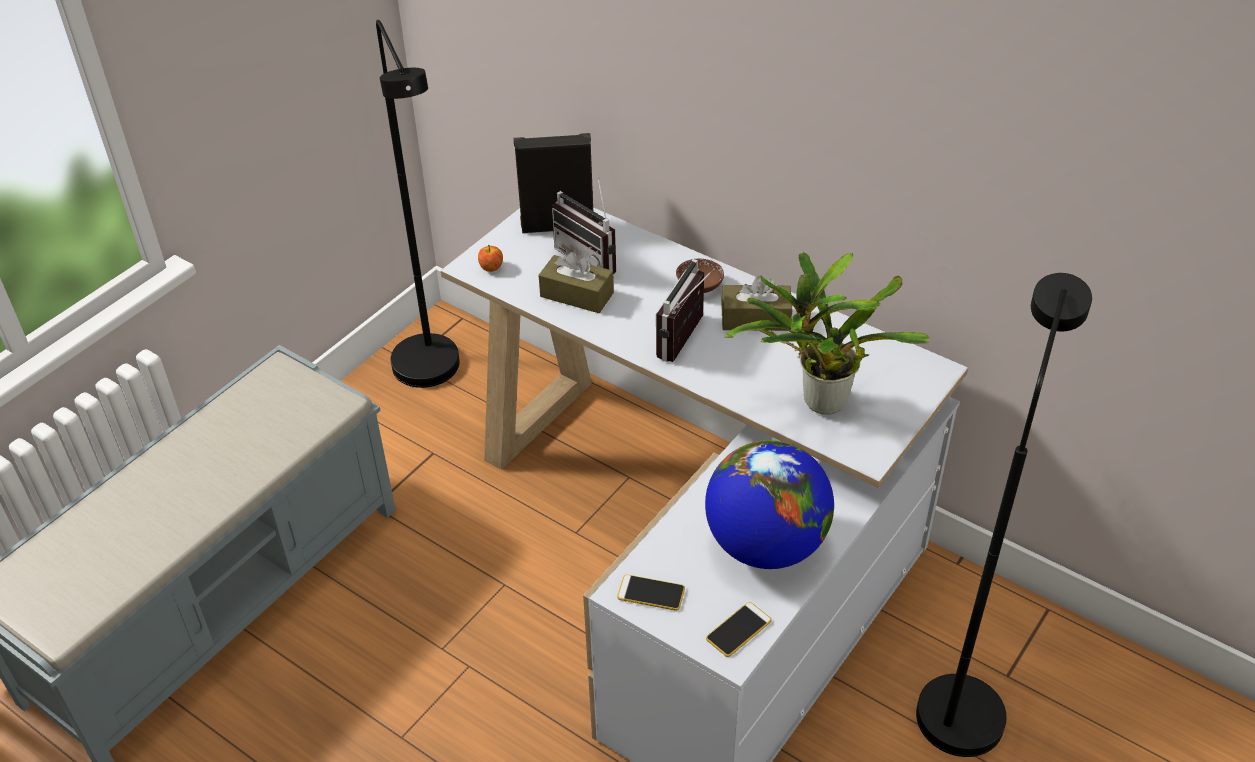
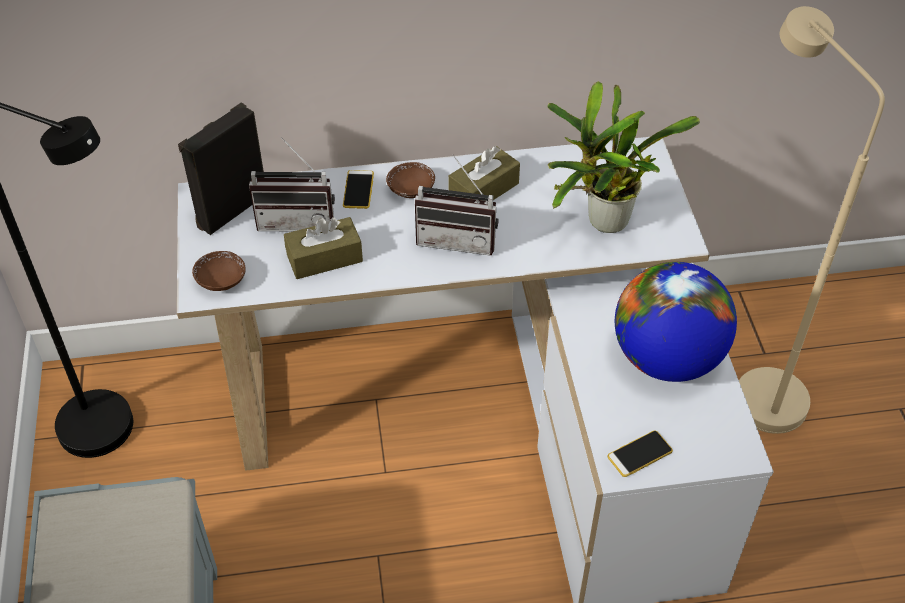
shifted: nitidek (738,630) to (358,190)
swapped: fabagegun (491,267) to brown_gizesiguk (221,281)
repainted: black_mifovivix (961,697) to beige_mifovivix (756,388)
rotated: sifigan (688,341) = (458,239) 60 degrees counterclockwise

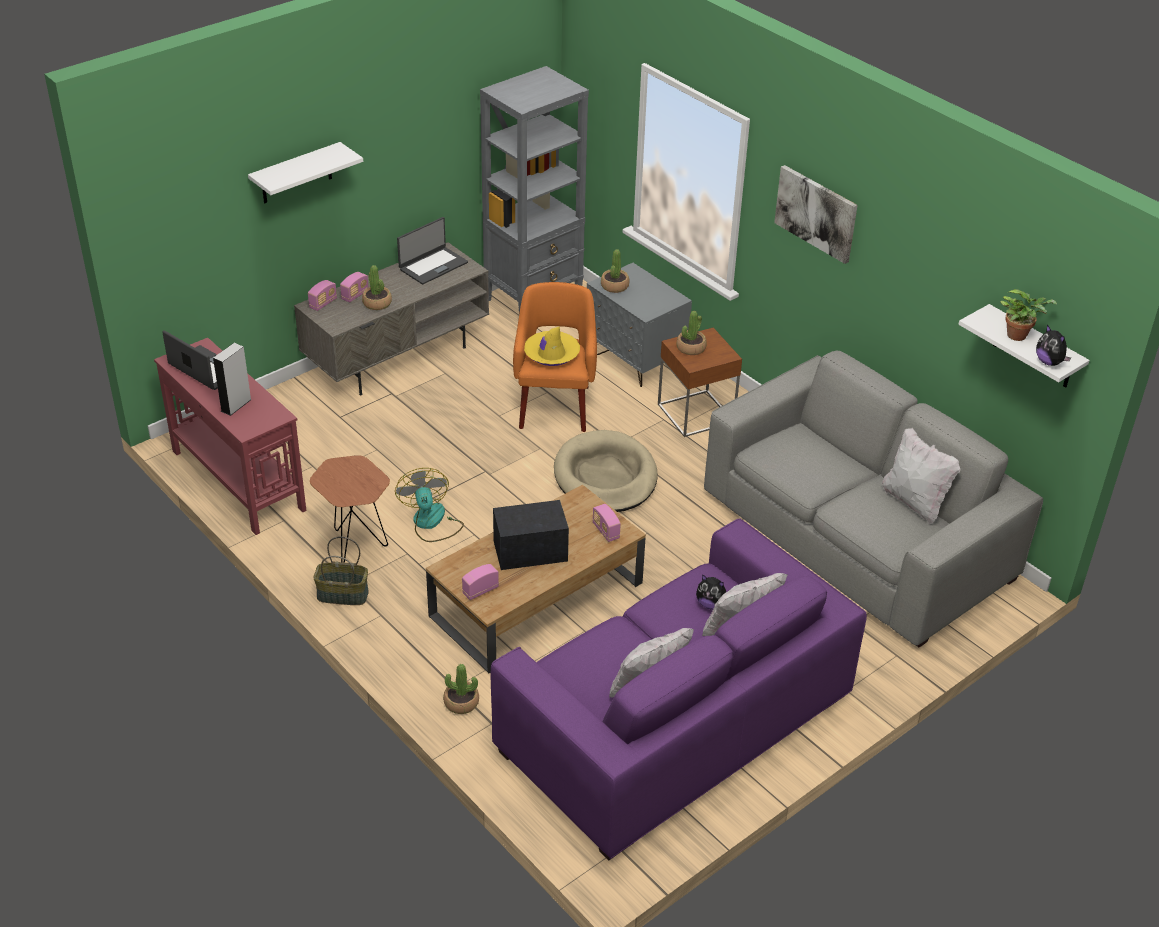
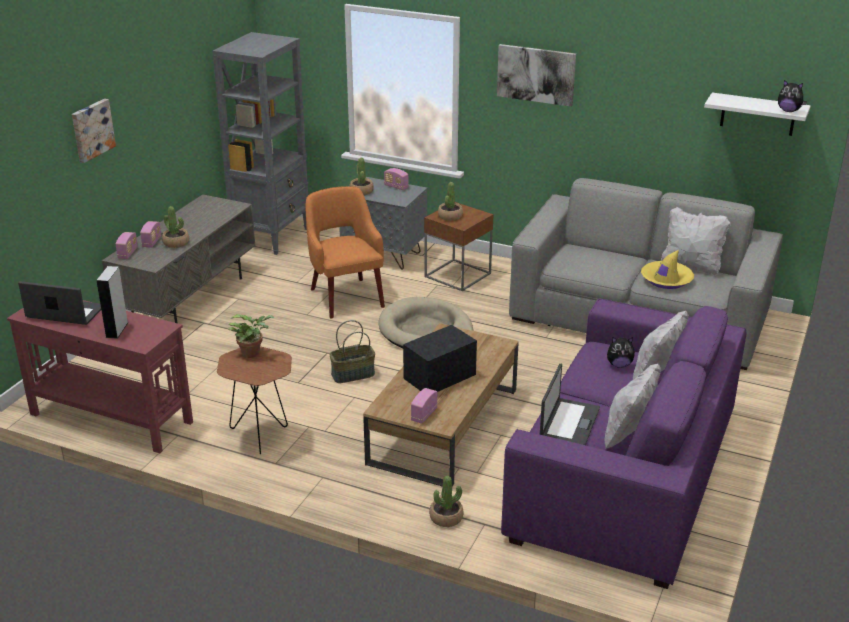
gone: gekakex (431,523)
shifted: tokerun (342,595) to (352,375); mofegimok (432,266) to (568,423); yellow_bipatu (551,354) to (666,280); sifigan (605,531) to (396,187); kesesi (1019,335) to (253,353)
swapped: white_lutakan (296,174) to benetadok (91,130)

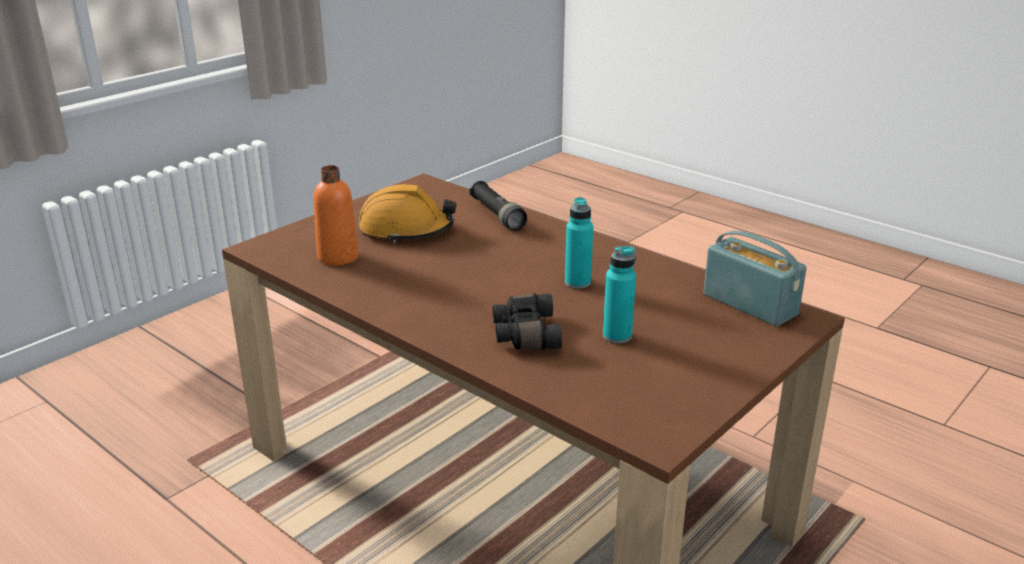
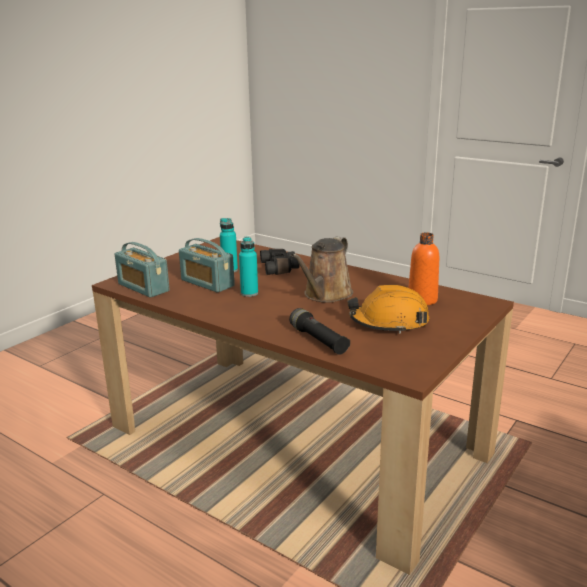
new: sifigan (207,283); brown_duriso (325,295)

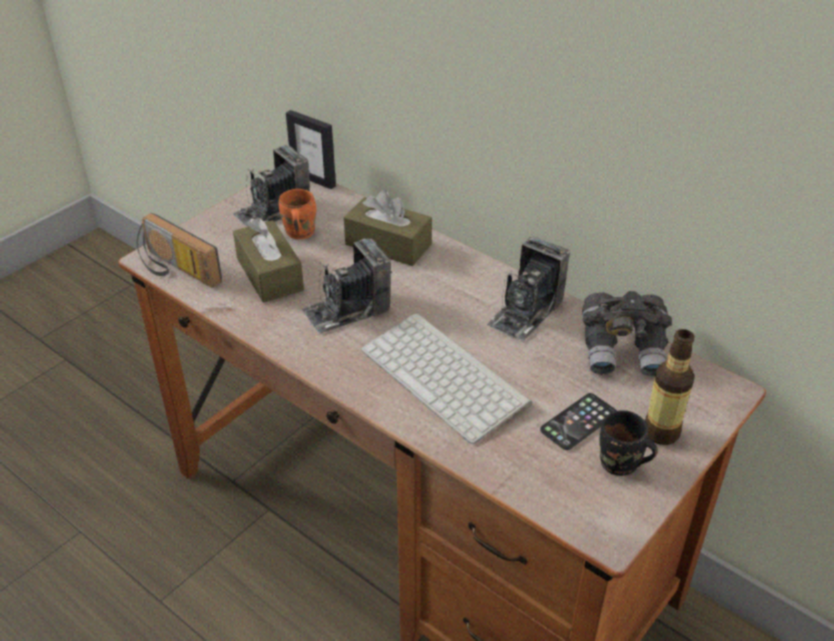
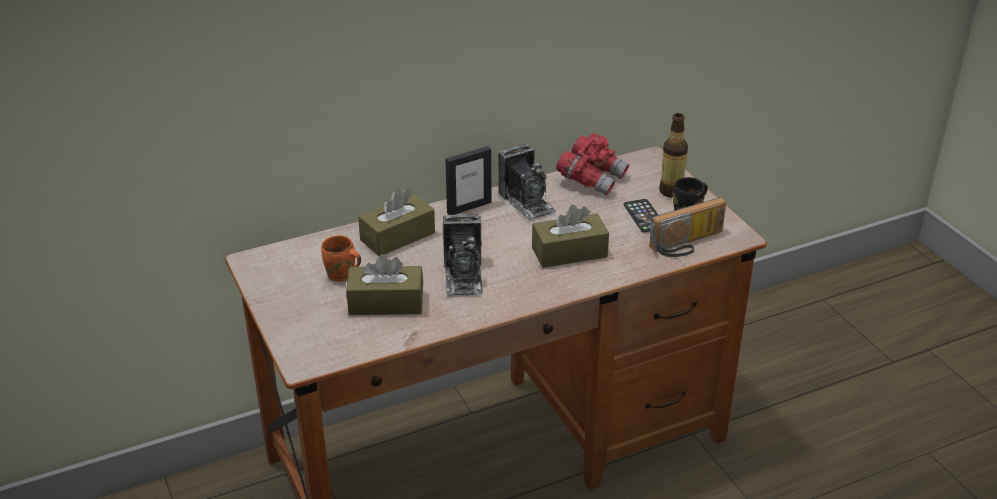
gone: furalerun (273,211)
shifted: sifigan (175,270) to (688,244); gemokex (313,179) to (469,207)
swapped: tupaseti (447,377) to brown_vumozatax (569,252)
repainted: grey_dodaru (623,350) to red_dodaru (592,179)

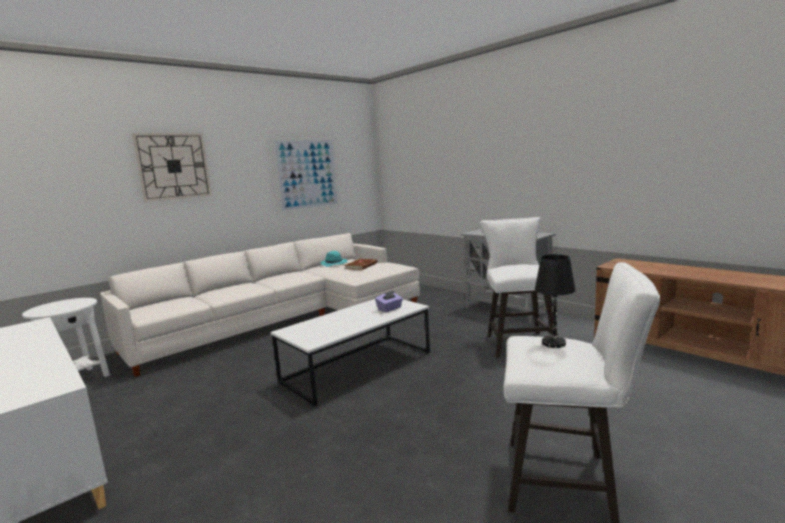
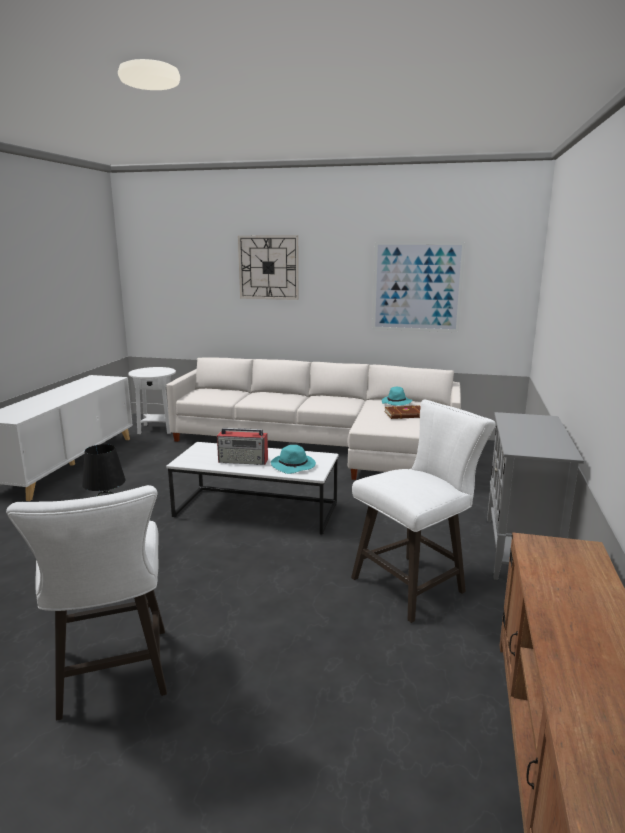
new: sifigan (243,461)
swapped: purple_vumozatax (389,309) to turquoise_bipatu (294,466)

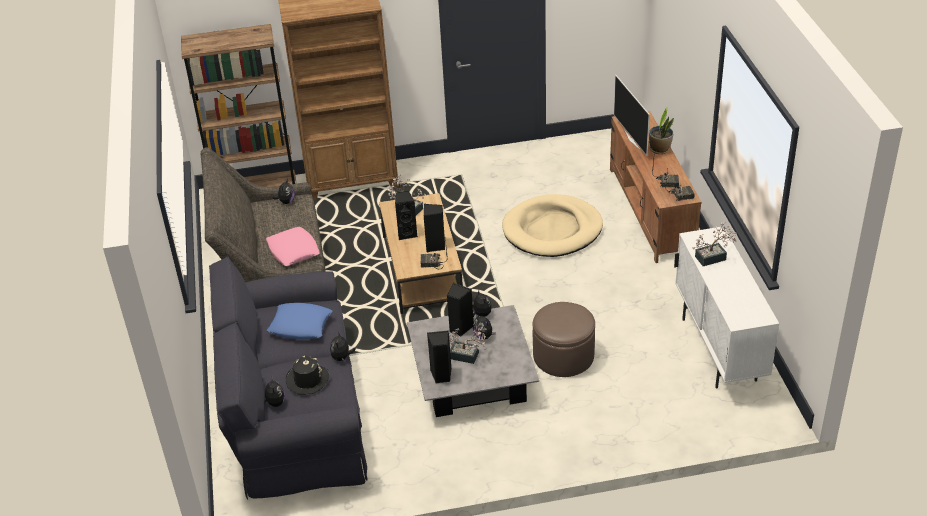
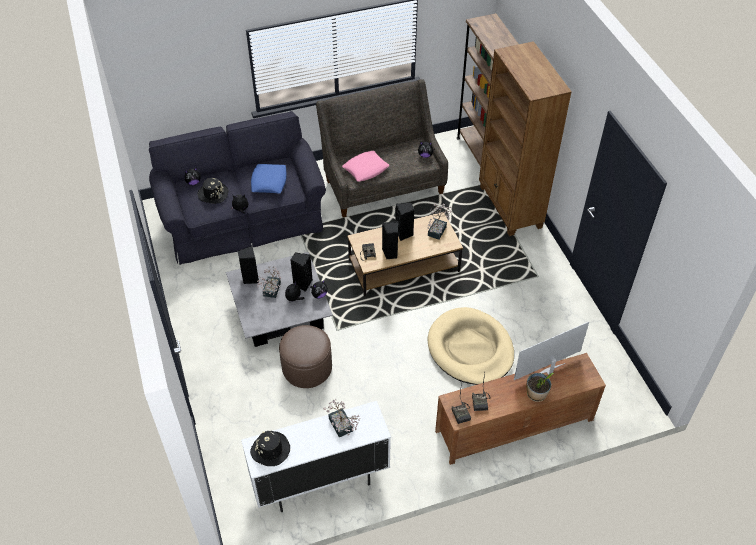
new: black_bipatu (270,450)

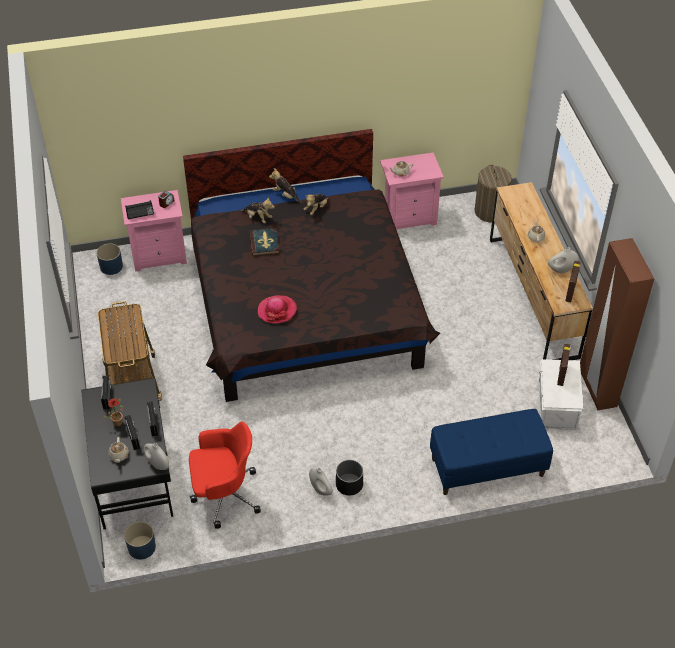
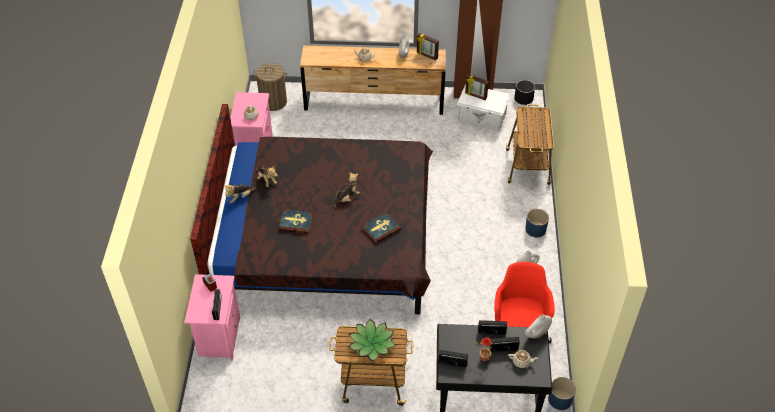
new: kesesi (372,344)
shifted: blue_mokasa (111,266) to (535,229); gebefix (258,218) to (347,198); black_mokasa (349,485) to (523,99)
swapped: bipatu (277,310) to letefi (381,228); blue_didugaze (487,467) to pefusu (527,168)

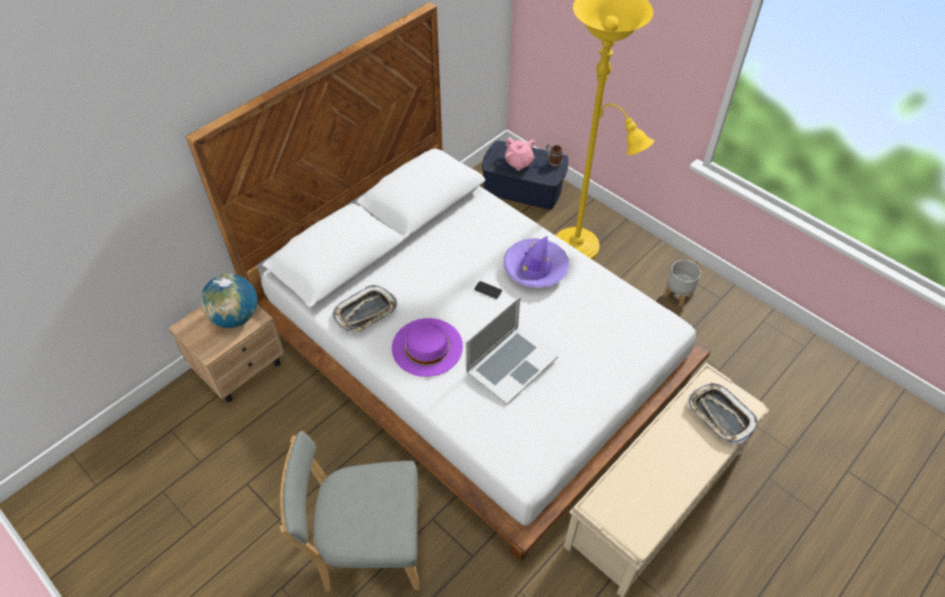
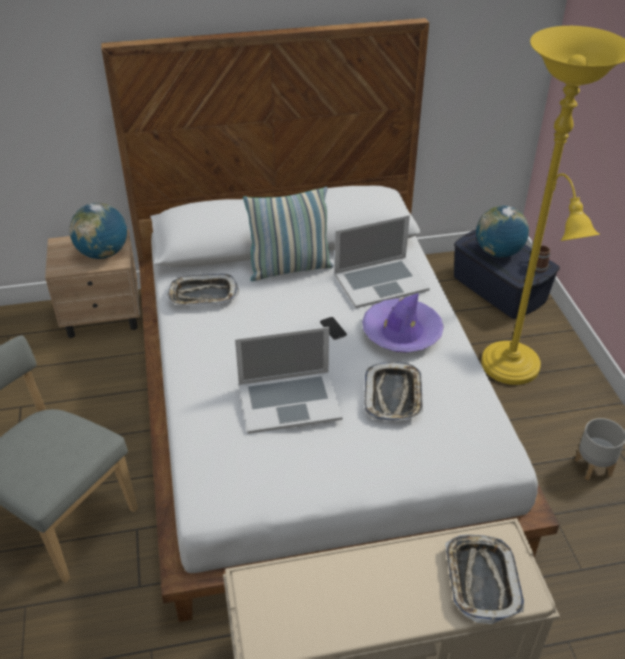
gone: purple_bipatu (427,347)
new: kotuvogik (290,268); mofegimok (380,282); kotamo (393,395)
swapped: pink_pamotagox (519,163) to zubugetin (498,252)

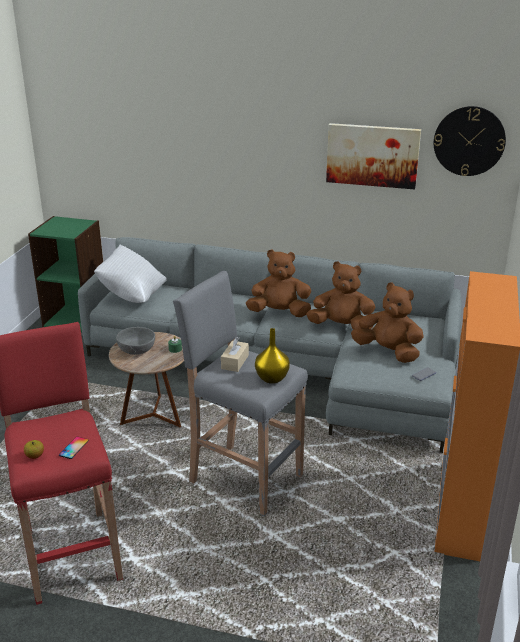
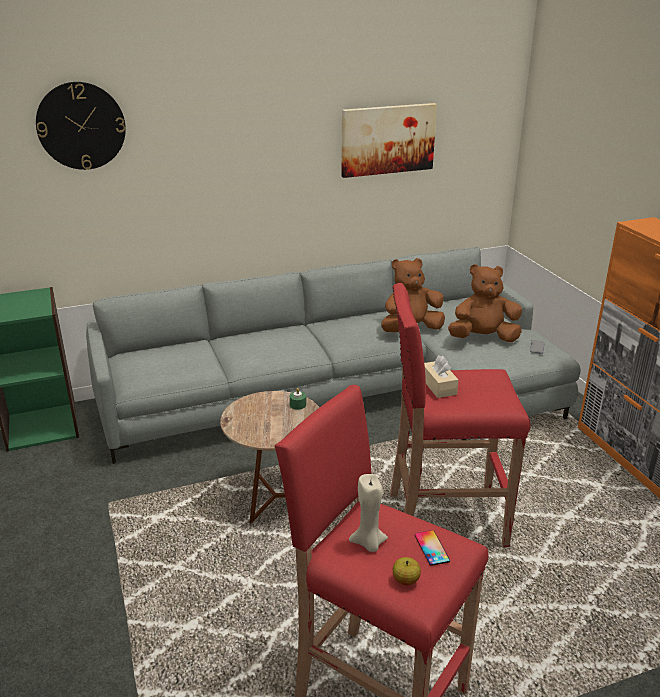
gone: white_kotuvogik (132,295); grey_gizesiguk (137,349); brown_gebefix (279,313); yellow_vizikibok (271,378)
new: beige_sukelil (368,543)
shifted: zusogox (469,141) to (81,126)
repainted: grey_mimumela (243,478) to red_mimumela (443,519)

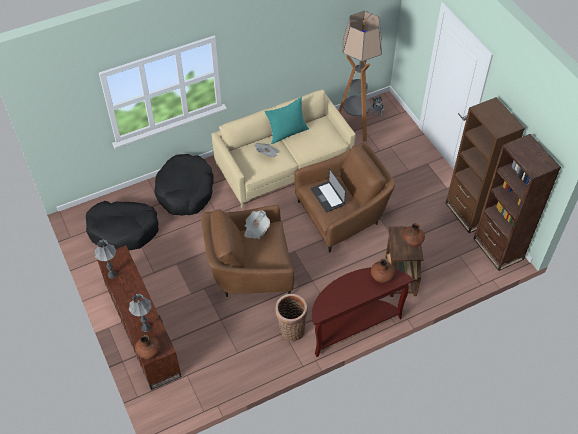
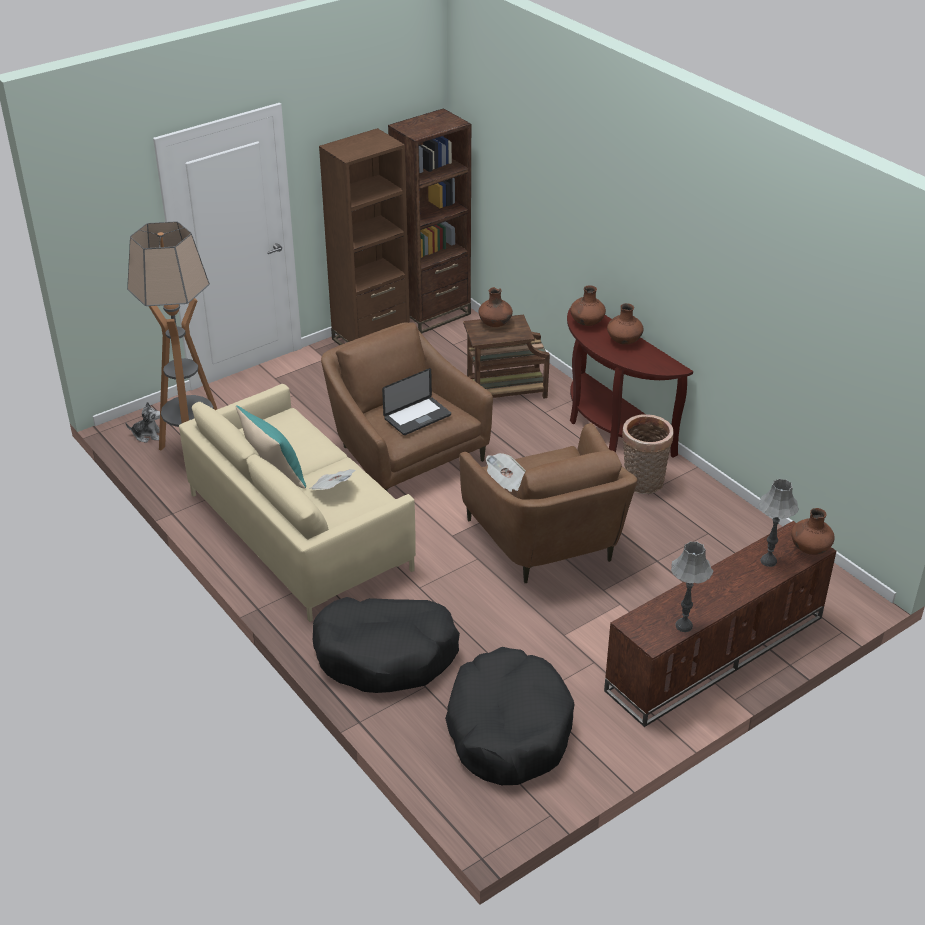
new: brown_vizikibok (624,341)

